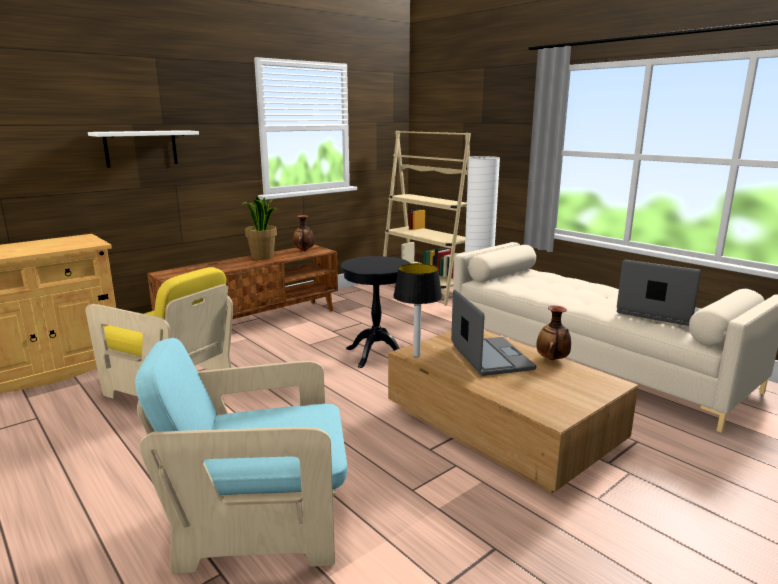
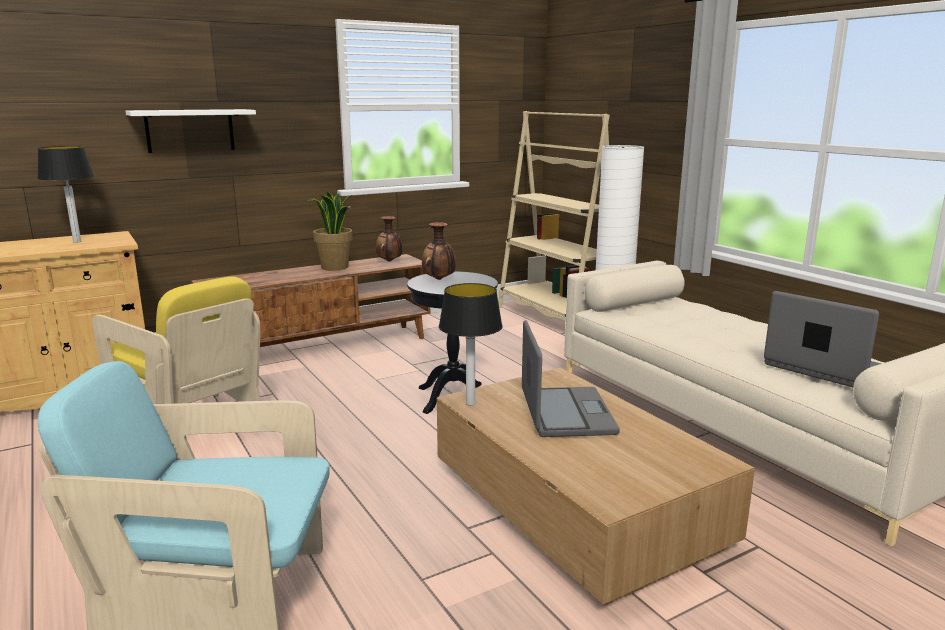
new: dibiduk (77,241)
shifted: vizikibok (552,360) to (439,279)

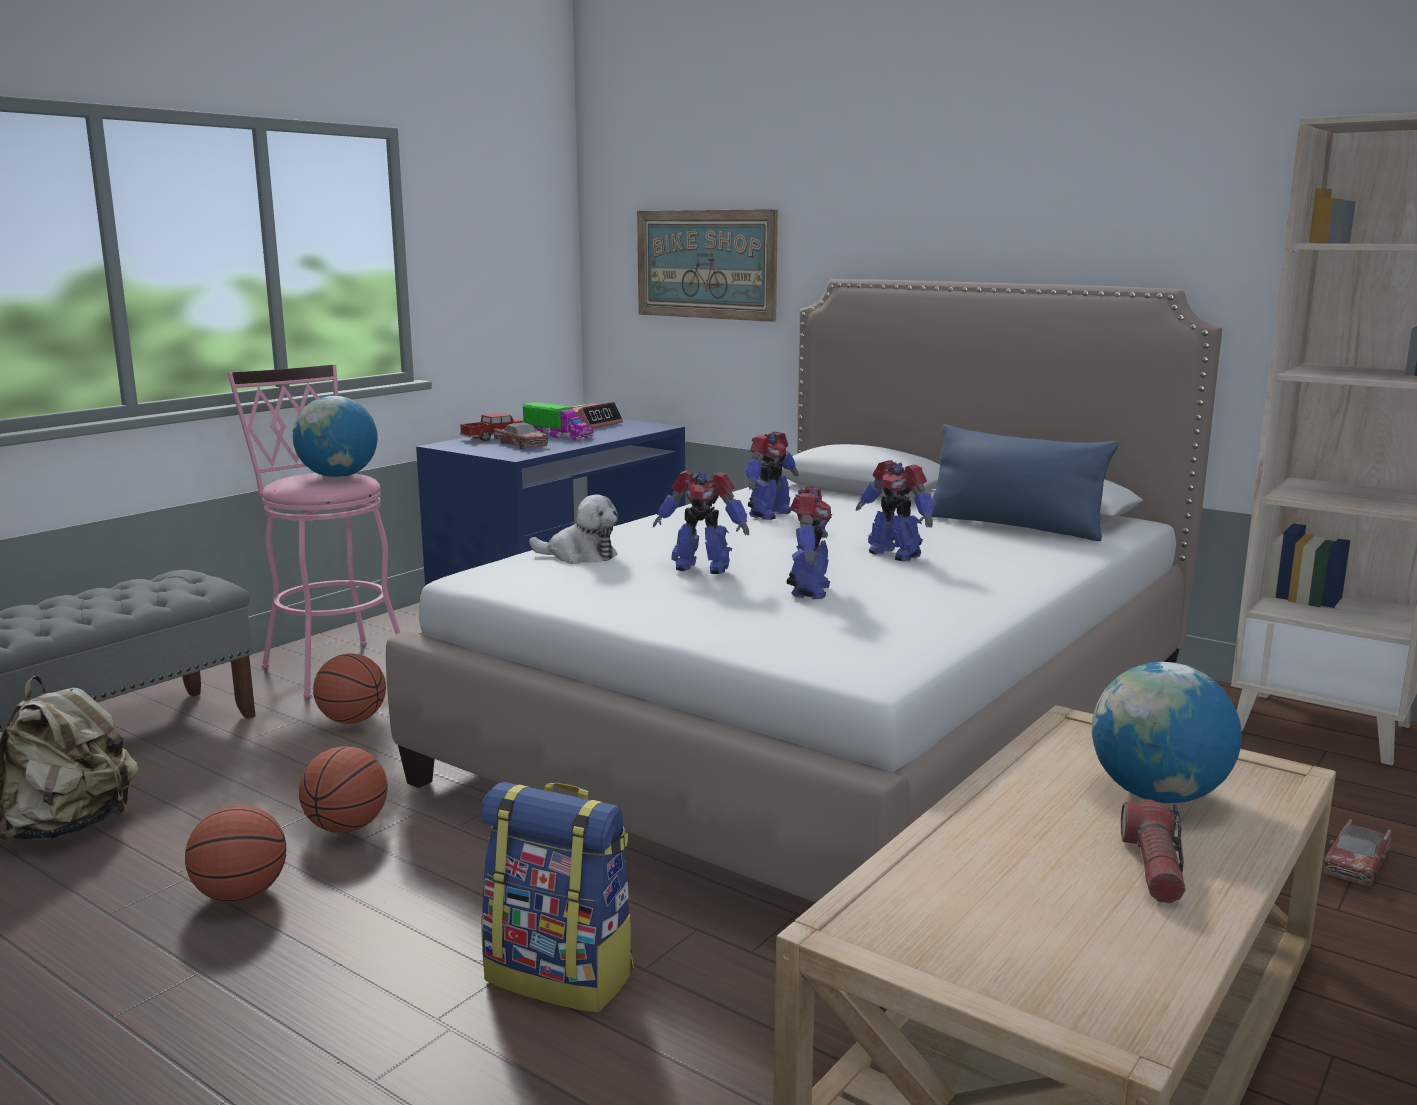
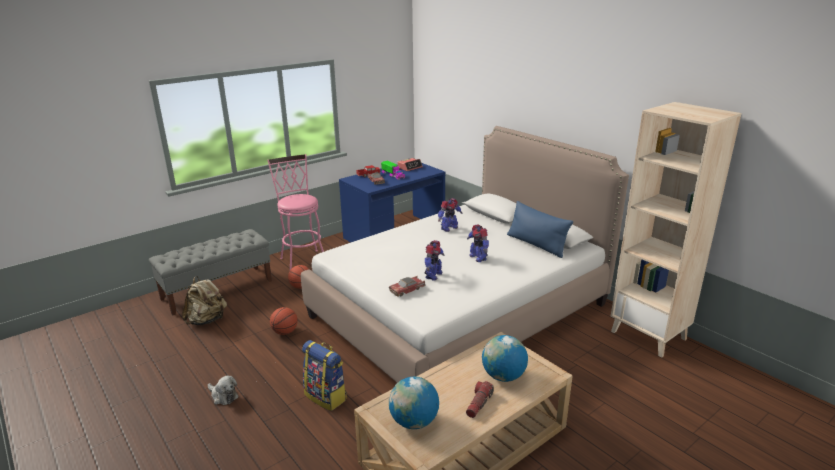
gone: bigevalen (240,895); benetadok (705,264); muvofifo (701,567)
shifted: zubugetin (338,476) to (414,422); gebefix (579,556) to (223,396); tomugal (1356,863) to (407,289)

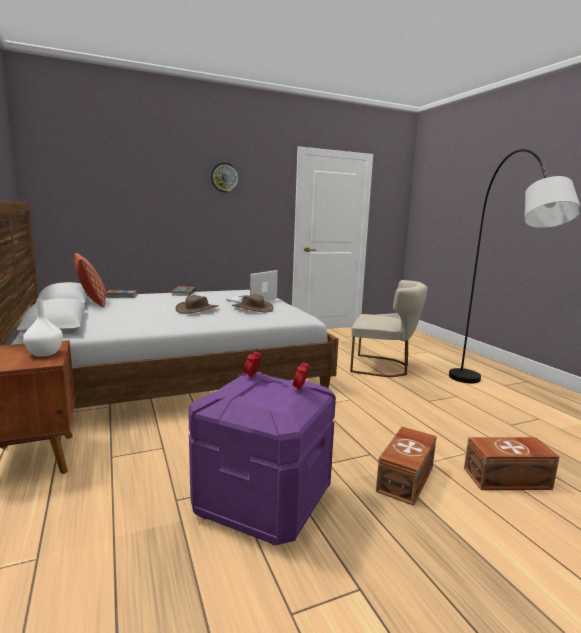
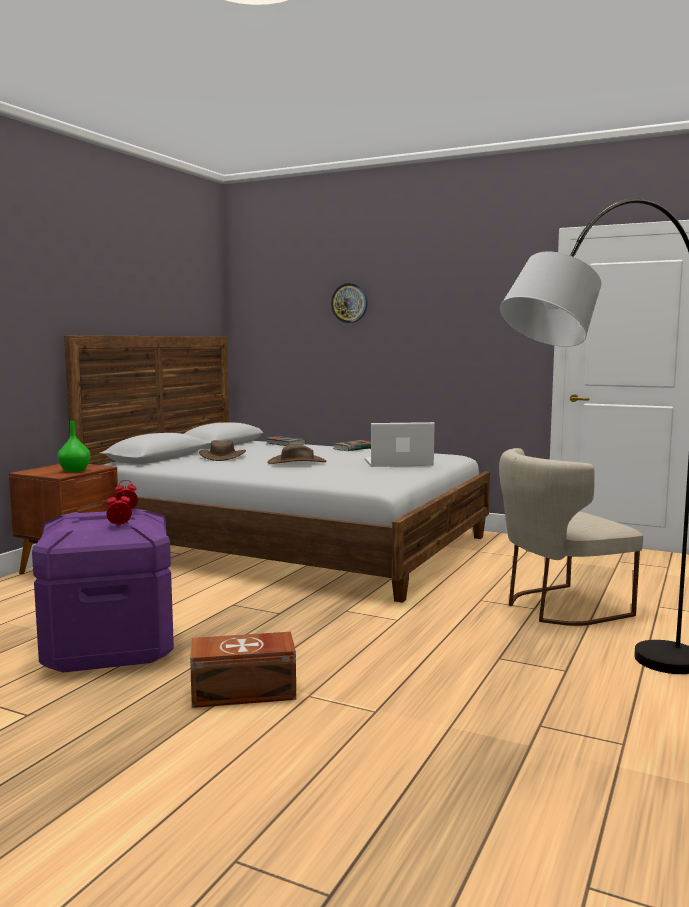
gone: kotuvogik (92,303); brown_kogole (508,479)
shifted: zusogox (224,177) to (349,303); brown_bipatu (252,308) to (223,456)
repainted: white_vizikibok (45,353) to green_vizikibok (75,470)
rotated: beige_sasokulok (383,367) = (558,607) 90 degrees clockwise

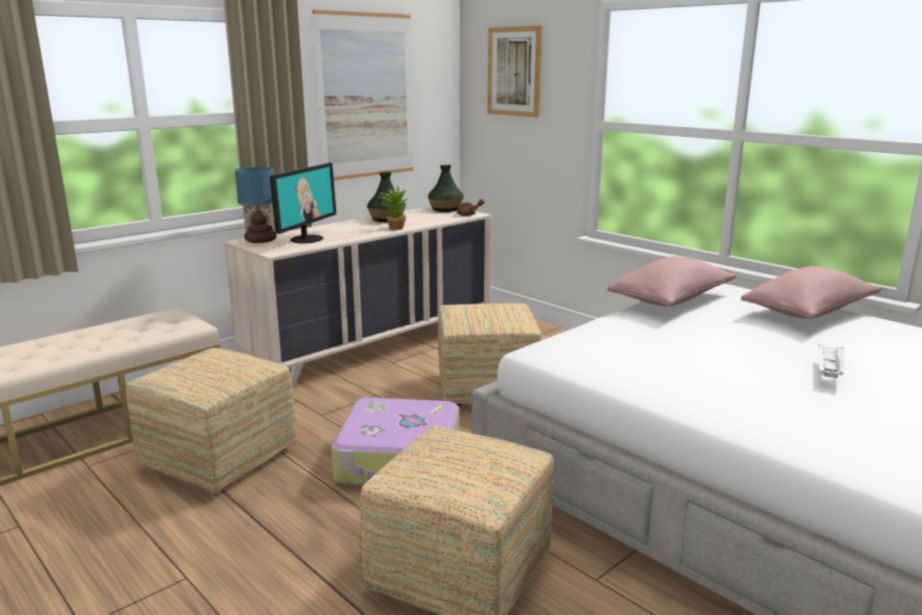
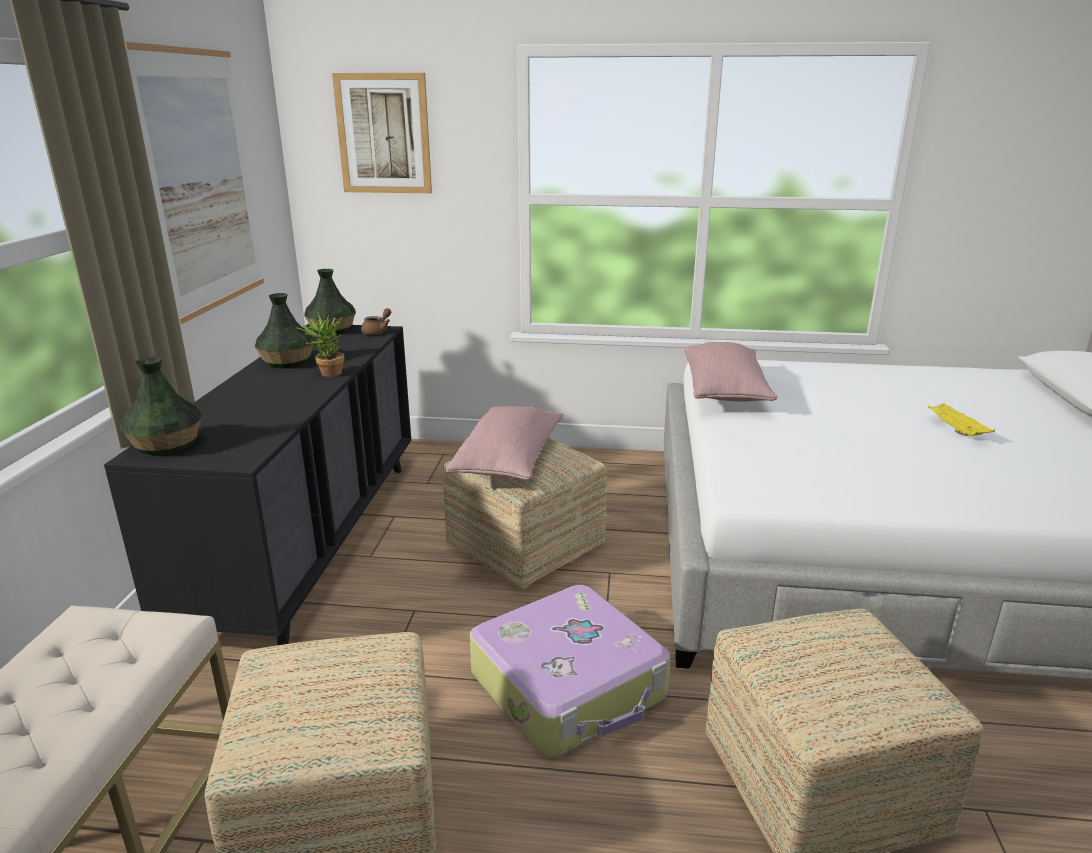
gone: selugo (306,239)
shifted: pink_kotuvogik (809,313) to (509,461)
swapped: dibiduk (259,240) to vizikibok (166,445)
repainted: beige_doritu (374,345) to black_doritu (310,540); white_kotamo (828,371) to yellow_kotamo (955,430)

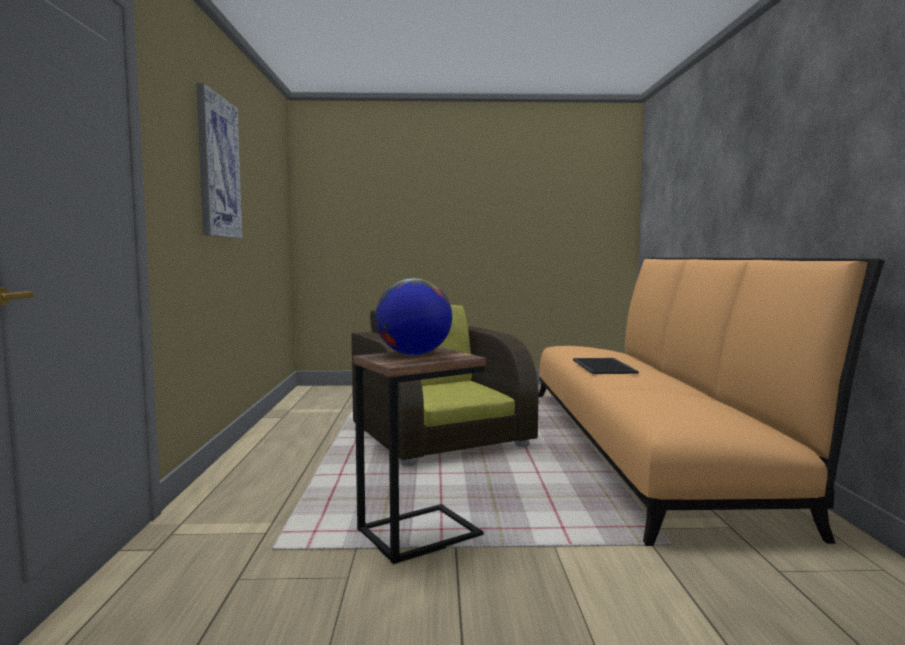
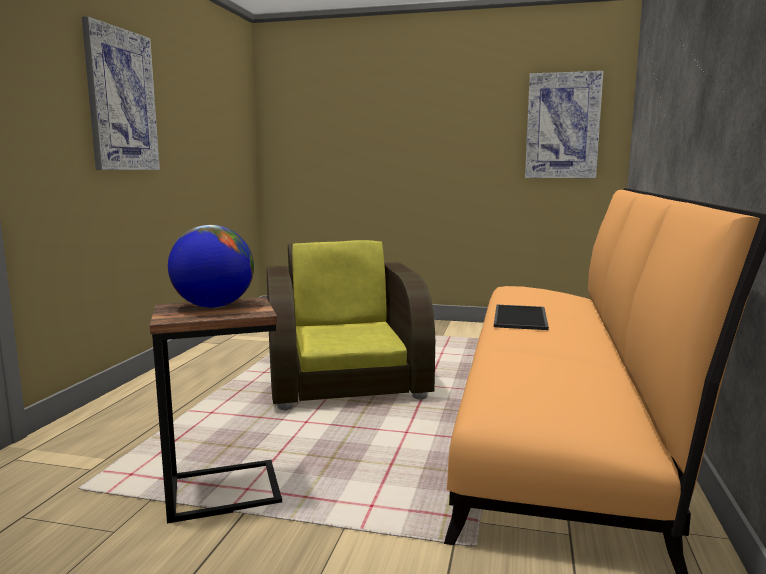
new: benetadok (562,126)

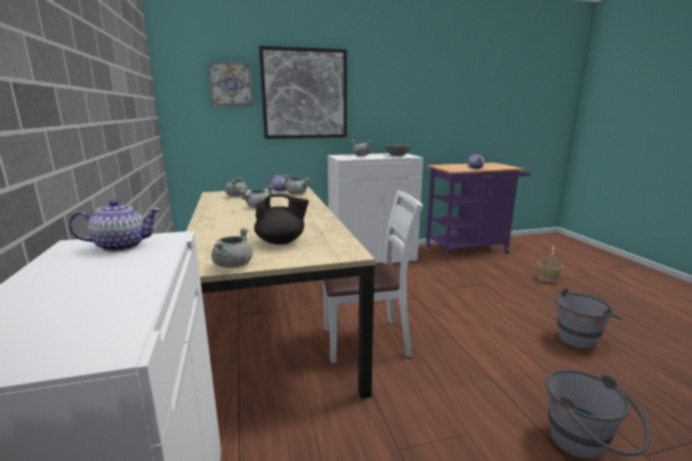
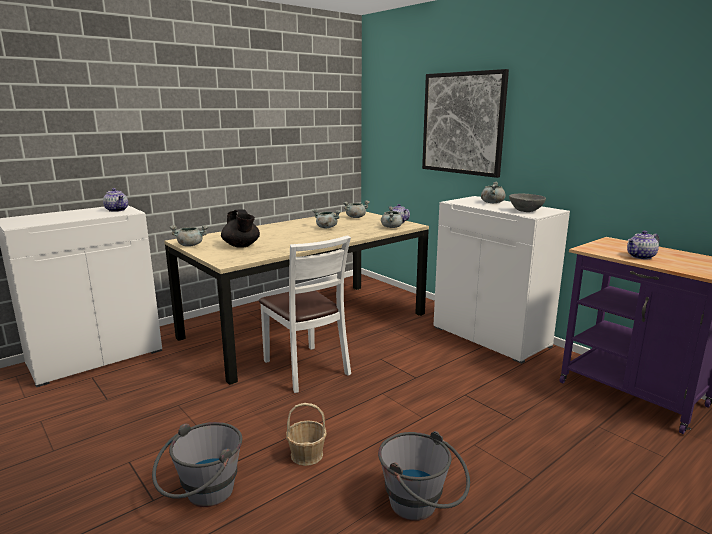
gone: benetadok (231,84)
shifted: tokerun (547,278) to (306,454)

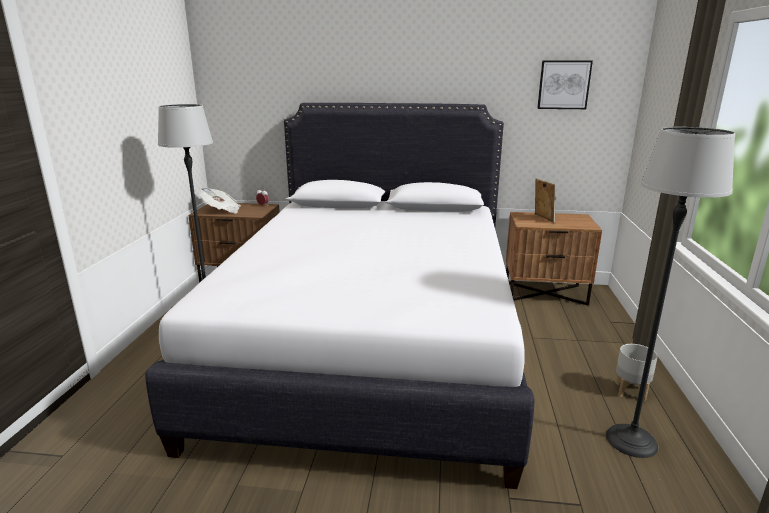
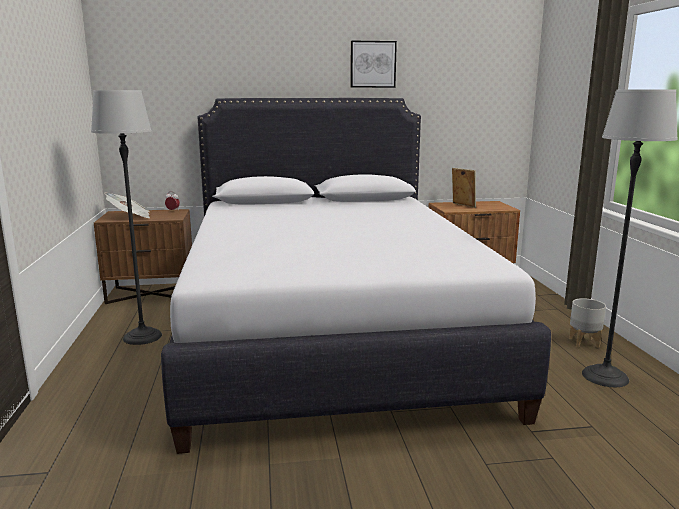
shifted: benetadok (563,85) to (372,64)

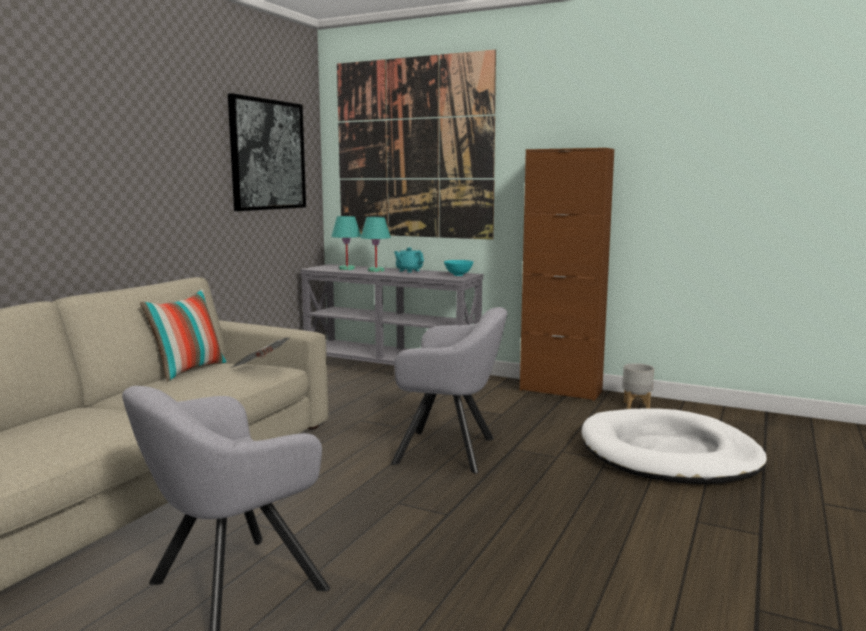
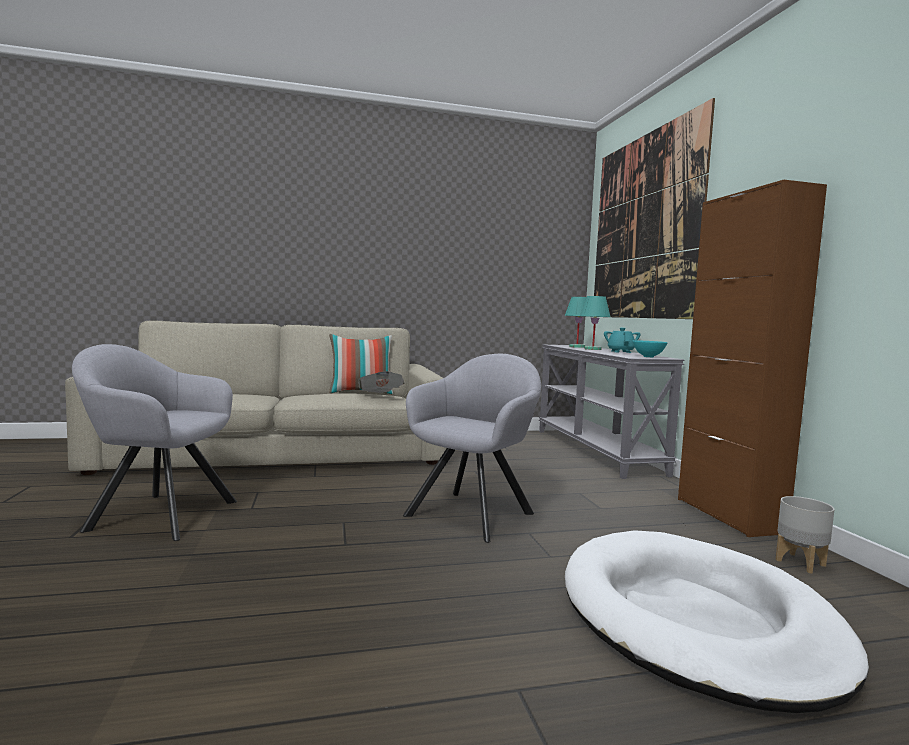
gone: benetadok (267,155)
rotated: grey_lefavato (451,451) = (474,512) 120 degrees counterclockwise

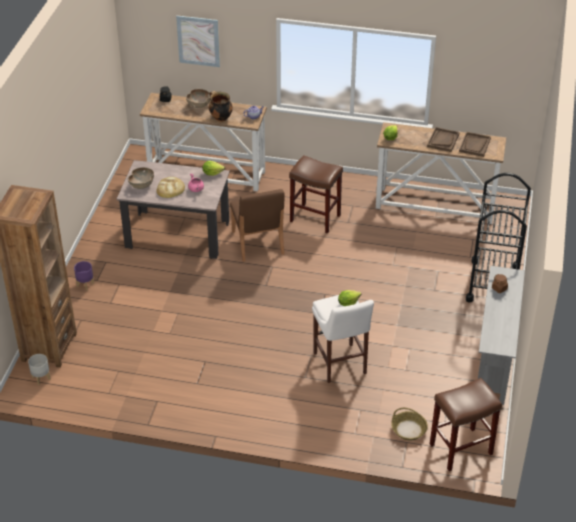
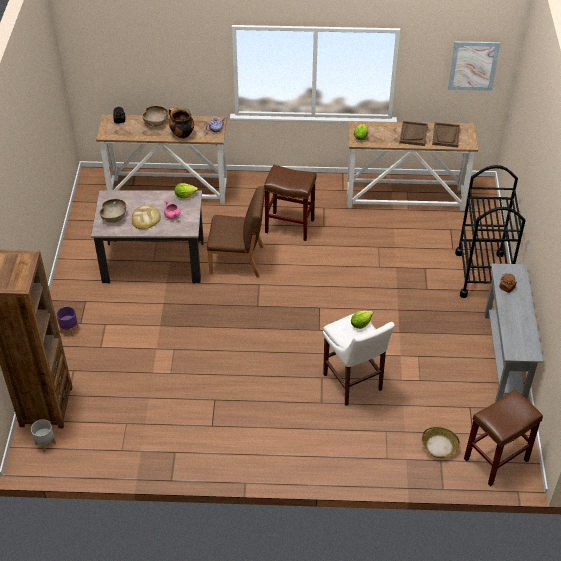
shifted: benetadok (198,41) to (473,65)
rotated: brown_sasokulok (257,243) = (238,260) 60 degrees counterclockwise

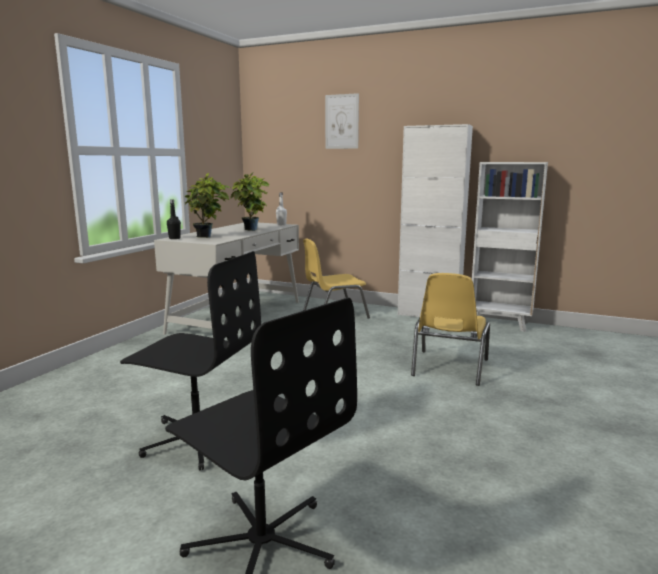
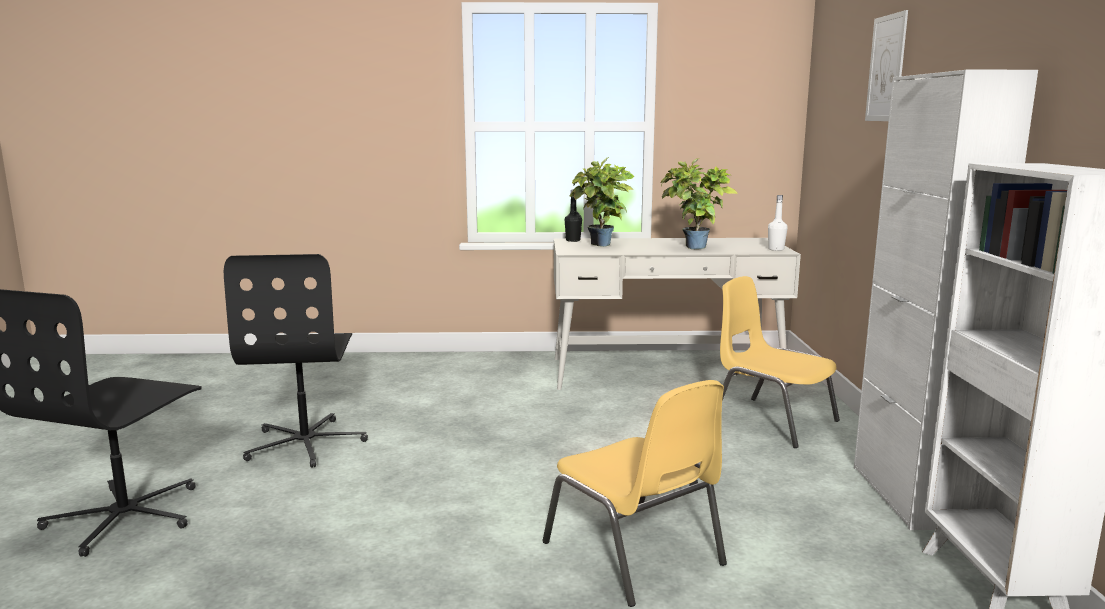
rotated: yellow_sasokulok (449,368) = (635,554) 120 degrees counterclockwise

